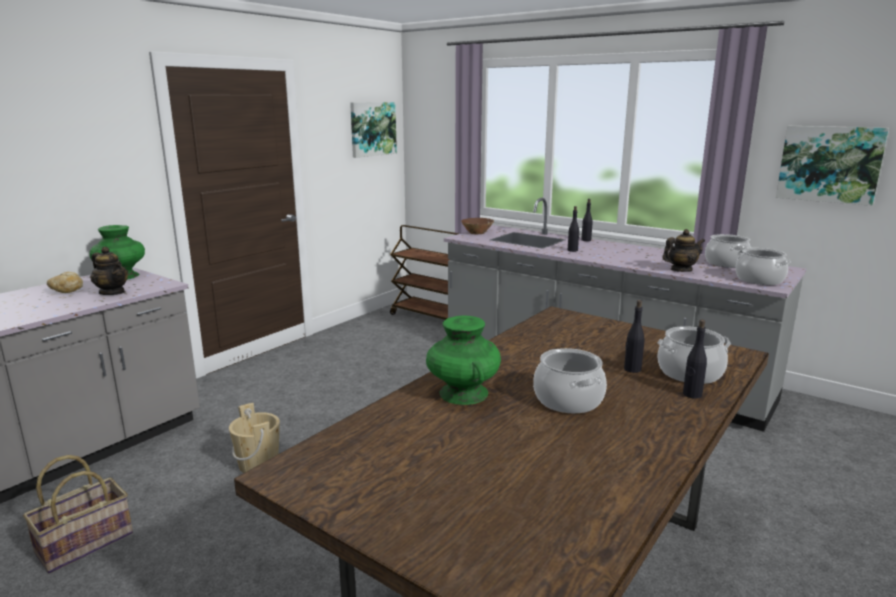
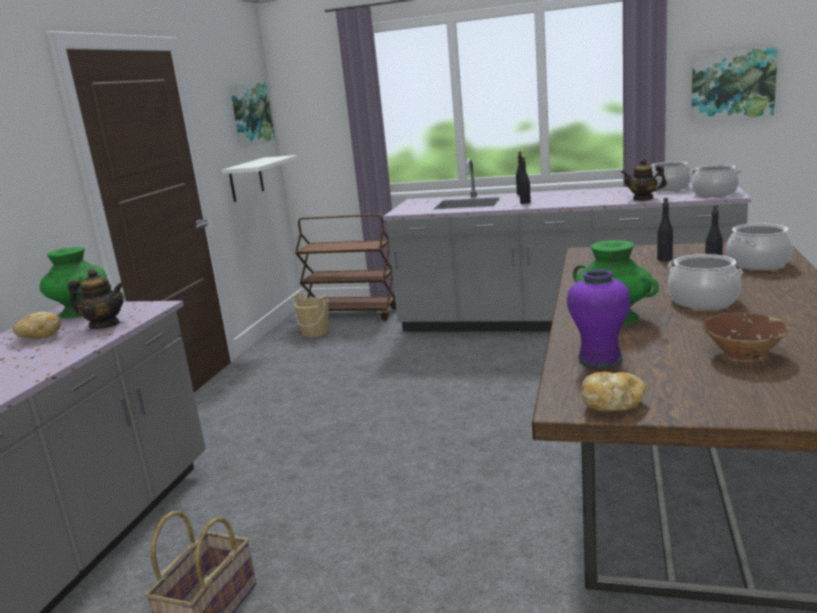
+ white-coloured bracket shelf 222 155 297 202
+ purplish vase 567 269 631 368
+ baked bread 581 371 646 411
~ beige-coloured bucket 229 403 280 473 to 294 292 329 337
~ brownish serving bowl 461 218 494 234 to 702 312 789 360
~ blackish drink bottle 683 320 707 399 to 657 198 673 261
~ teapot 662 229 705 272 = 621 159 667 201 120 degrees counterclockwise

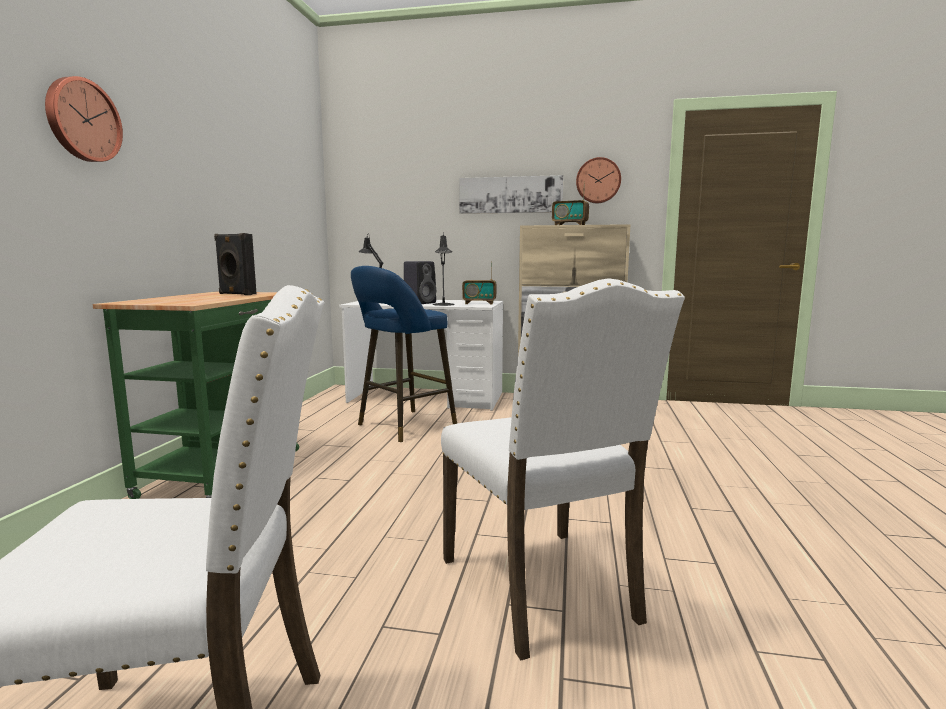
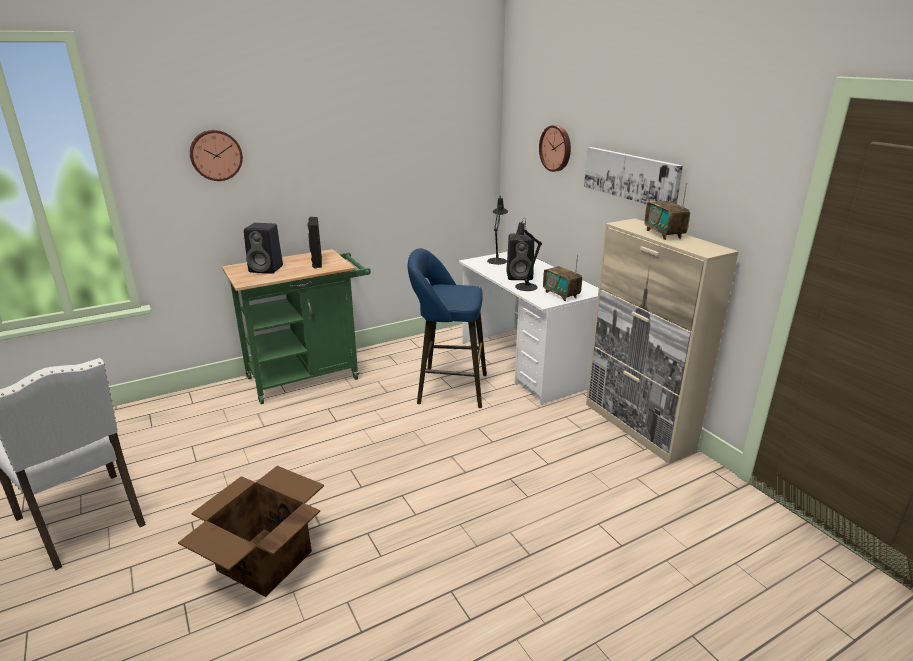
+ blackish loudspeaker 244 223 283 274
~ wall clock 576 157 621 203 to 539 125 571 172
~ white-coloured upright chair 441 278 685 661 to carton 178 466 324 597

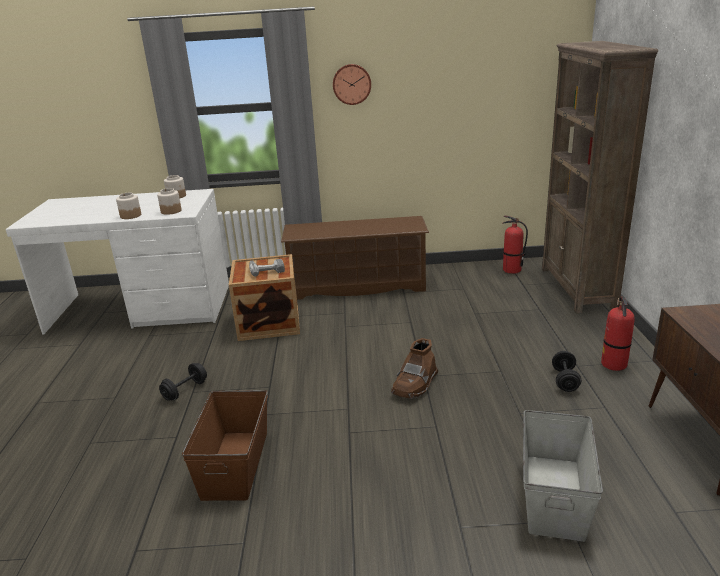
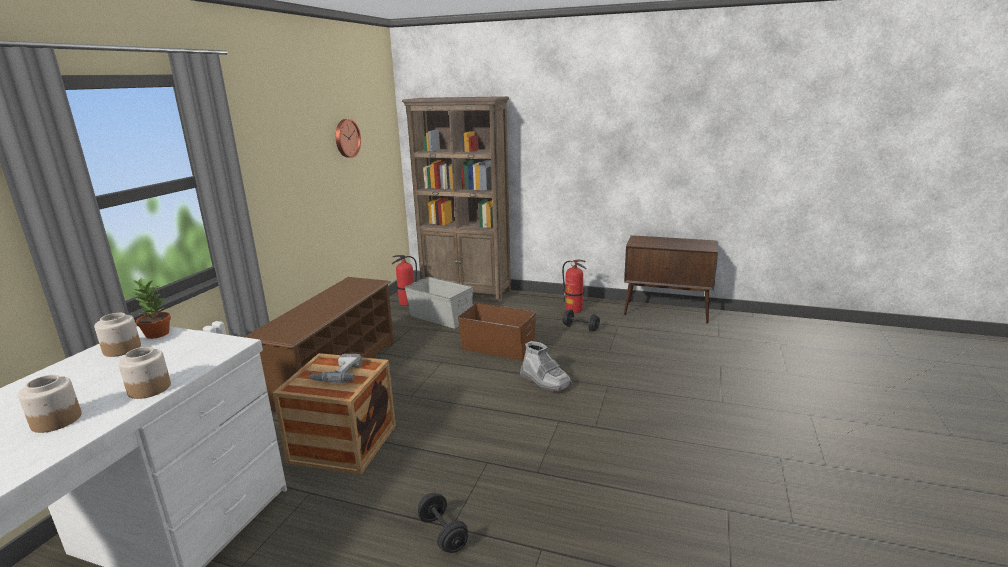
+ plant in a pot 131 278 171 339
~ preserve jar 157 188 182 215 to 18 375 82 433
~ brownish storage container 182 390 268 501 to 458 302 536 361
~ wall clock 333 64 371 105 to 336 119 361 158
~ greyish storage container 523 410 603 542 to 405 277 473 329
~ brownish high-top boot 391 338 438 399 to greyish high-top boot 520 341 572 391

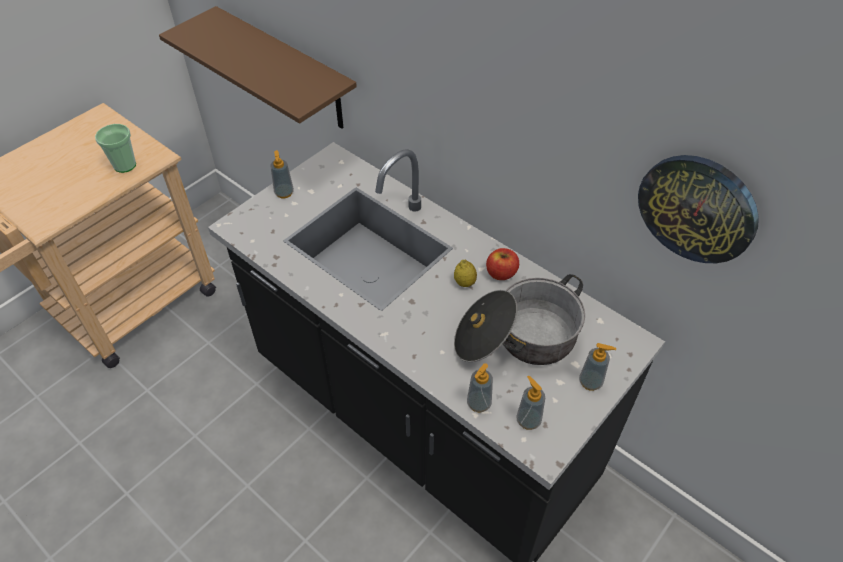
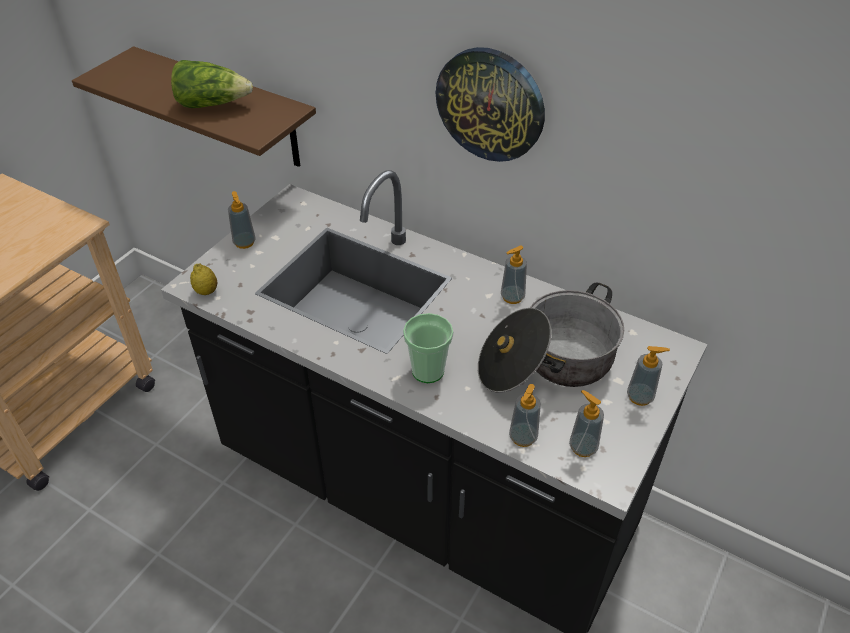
+ lettuce 171 60 253 108
~ cup 95 124 136 173 to 403 313 453 383
~ whole lemon 454 260 477 287 to 190 263 218 295
~ wall clock 638 155 759 263 to 436 47 545 162
~ apple fruit 486 248 519 280 to soap dispenser 501 246 527 304

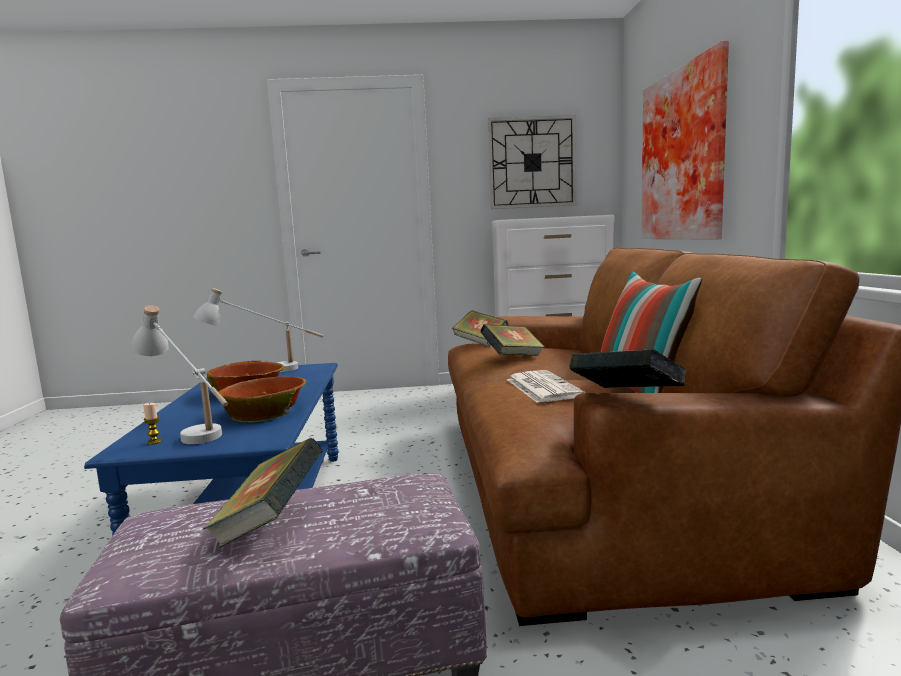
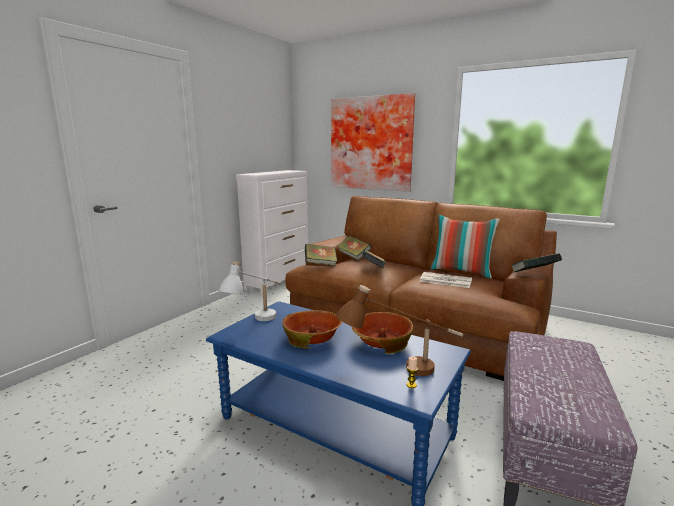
- wall clock 488 115 576 209
~ bound book 203 438 323 548 to 337 236 371 260
~ white-coloured table lamp 131 305 228 444 to brownish table lamp 336 285 463 376

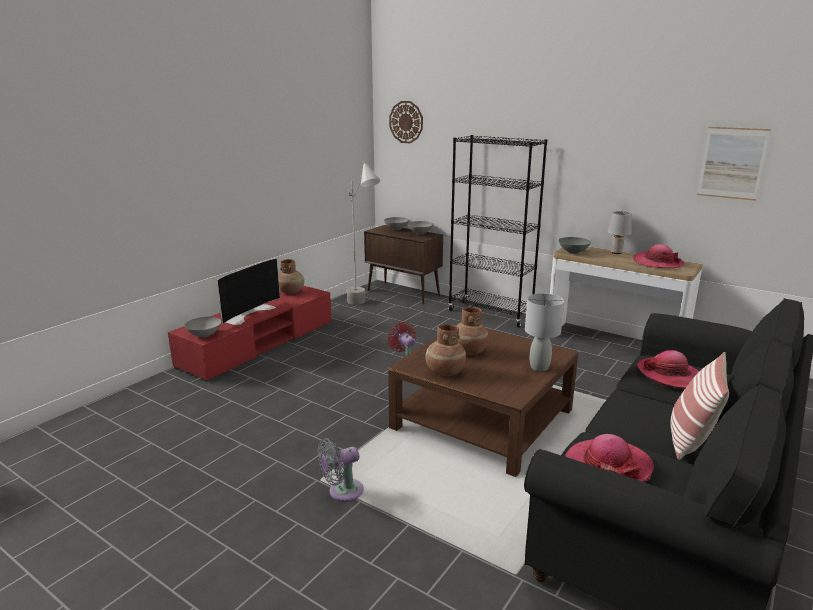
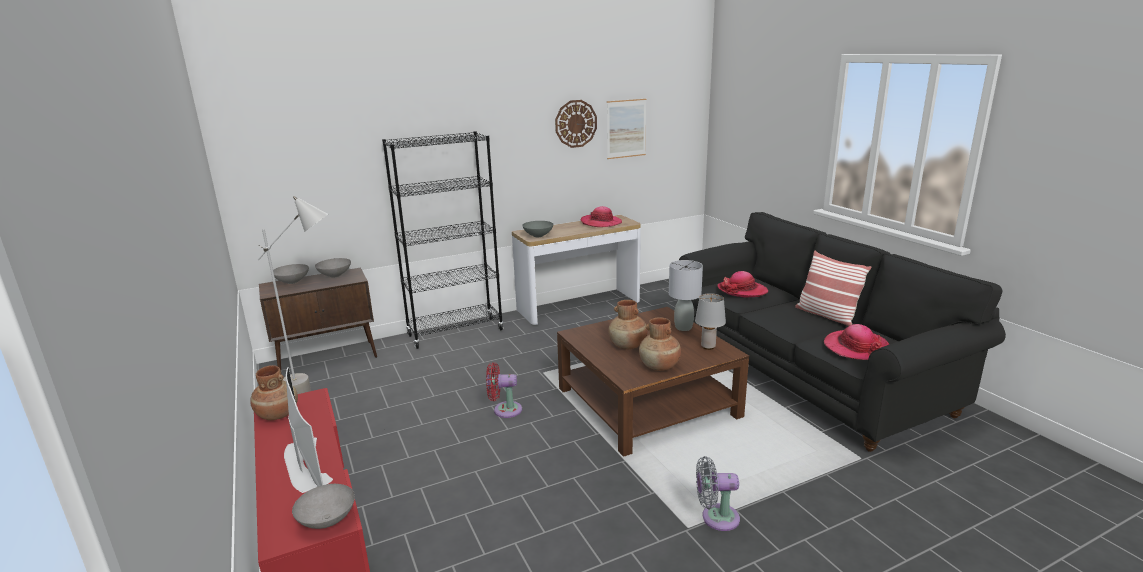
~ wall clock 389 101 423 143 to 555 100 597 148
~ greyish table lamp 608 211 632 254 to 695 293 726 350
~ greyish electric fan 318 438 364 502 = 696 456 740 531 90 degrees clockwise

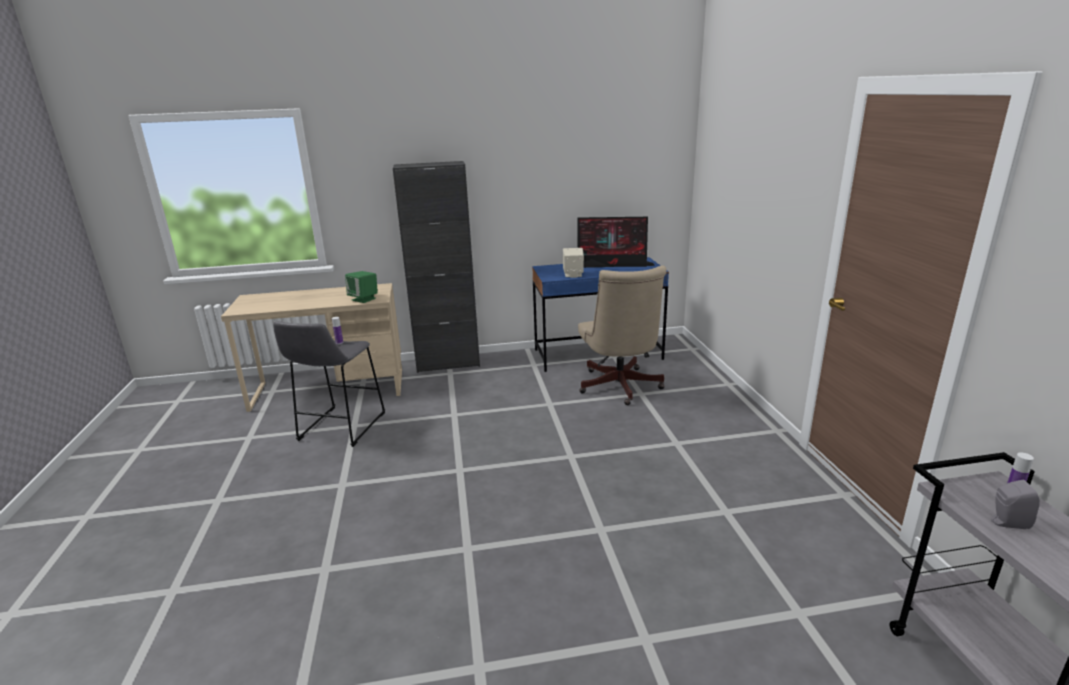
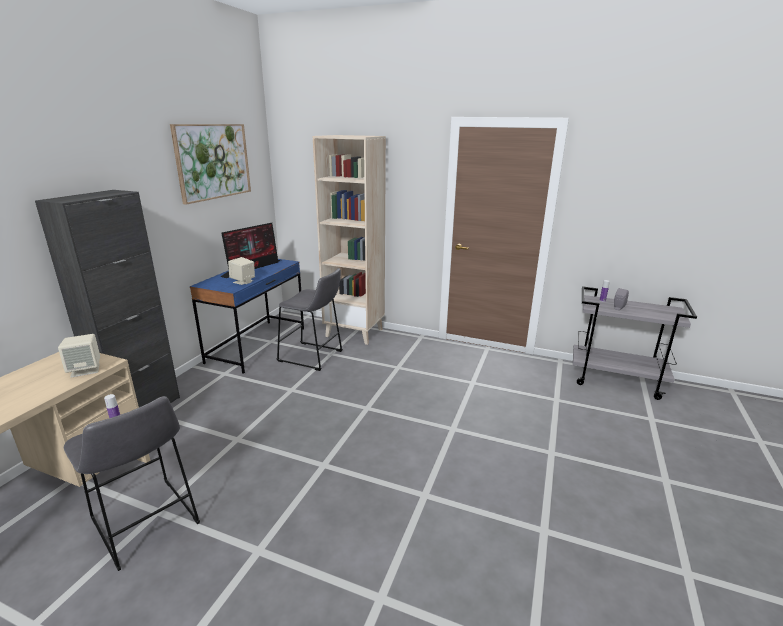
+ wall art 170 124 251 205
+ beige-coloured bookshelf 313 135 386 345
~ beige-coloured desk chair 578 266 666 405 to greyish stool 277 268 343 371
~ green-coloured loudspeaker 345 271 378 303 to beige-coloured loudspeaker 58 334 100 378

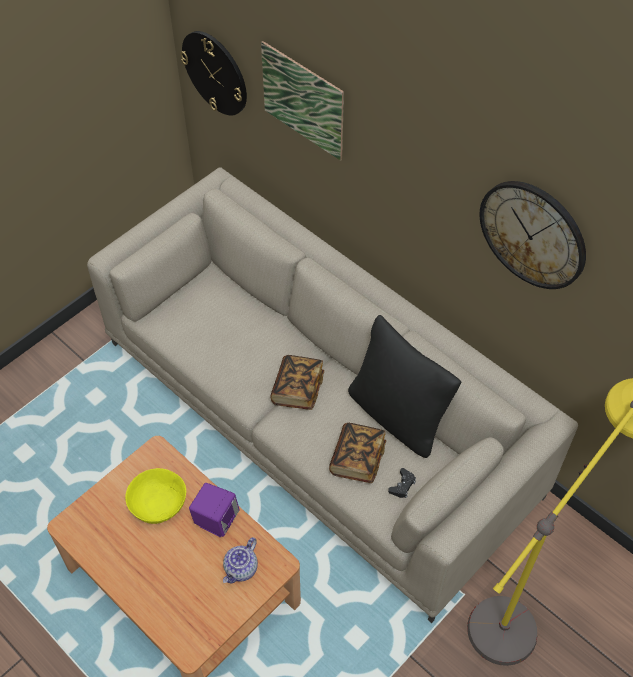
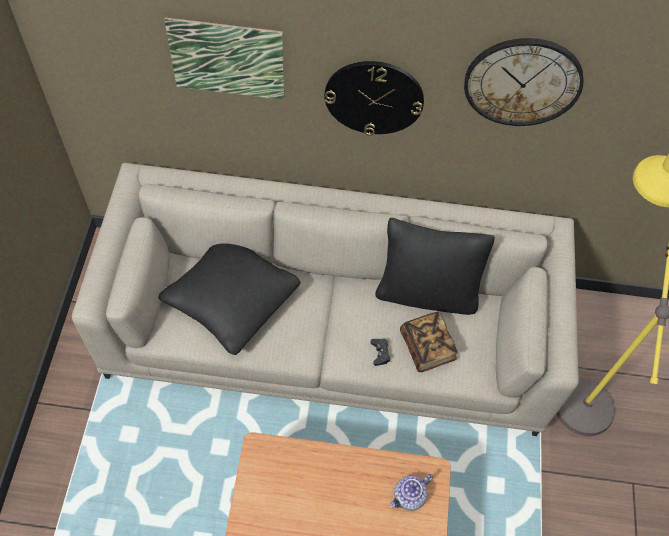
- yellow-coloured serving bowl 125 468 186 524
- purplish loudspeaker 189 483 239 537
- bound book 270 355 324 410
+ blackish pillow 159 243 301 355
~ wall clock 180 31 247 116 to 324 61 424 136
~ blackish joypad 388 468 416 498 to 370 339 391 366
~ teapot 223 537 258 584 = 389 474 433 511 60 degrees clockwise

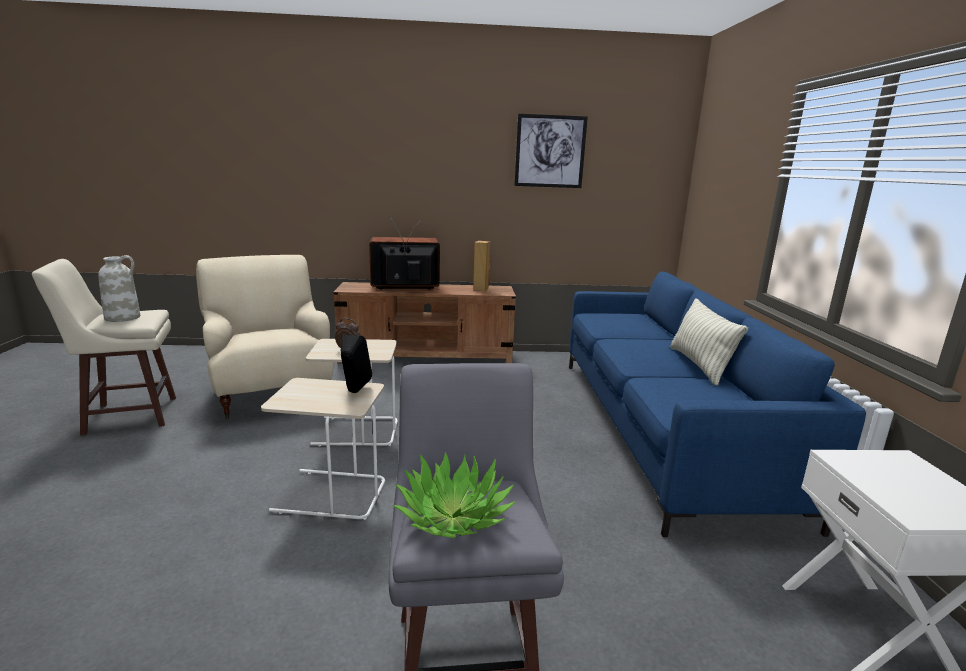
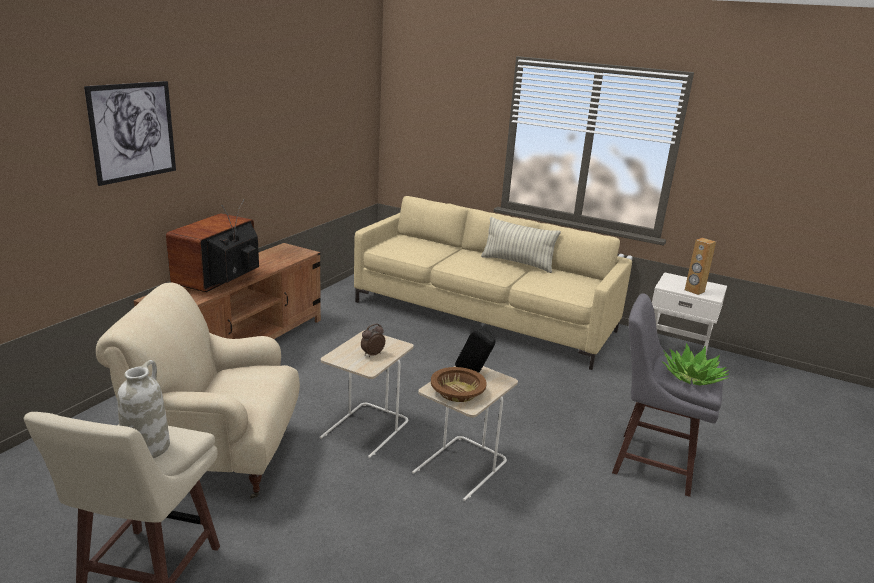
+ brownish serving bowl 431 367 487 402
~ brownish loudspeaker 473 241 490 291 to 685 238 716 295
~ wall art 514 114 588 188 to 84 81 176 186
~ bluish couch 569 272 866 537 to beige-coloured couch 354 196 632 370

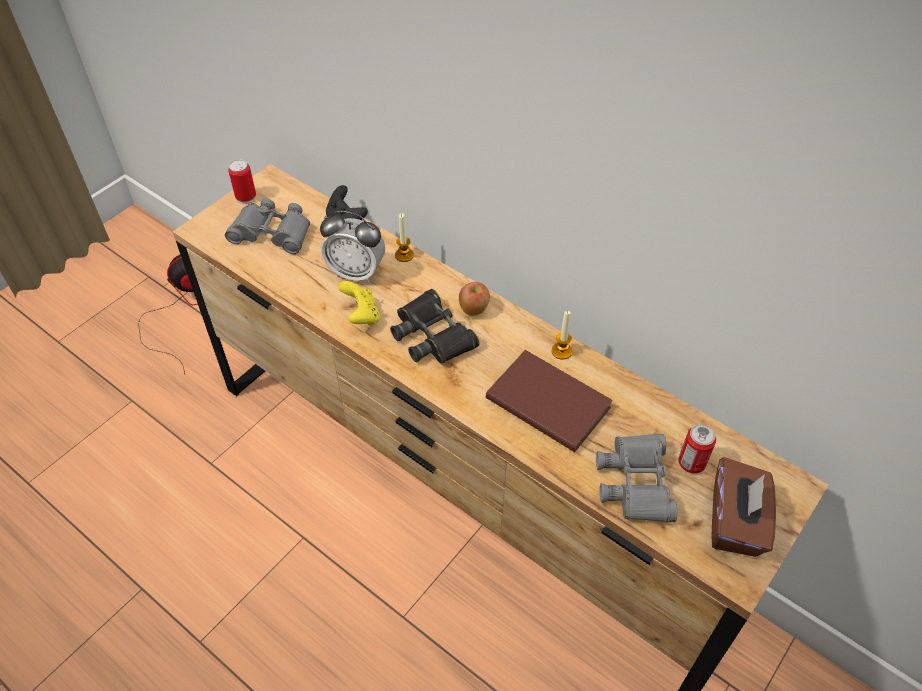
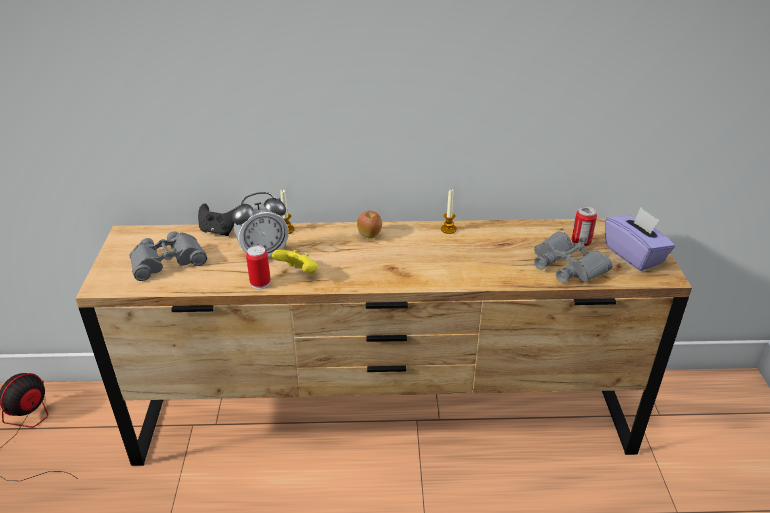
- blackish pair of binoculars 390 289 479 364
- brownish bound book 486 350 613 452
~ can 228 160 256 204 to 246 245 271 289
~ brownish tissue box 711 457 776 557 to purplish tissue box 605 207 675 271

